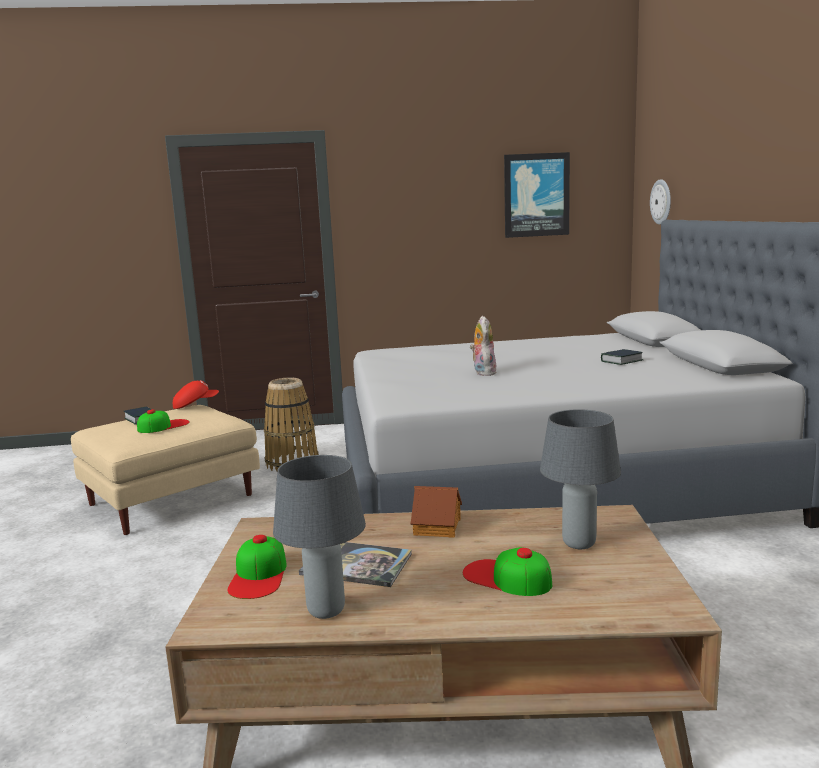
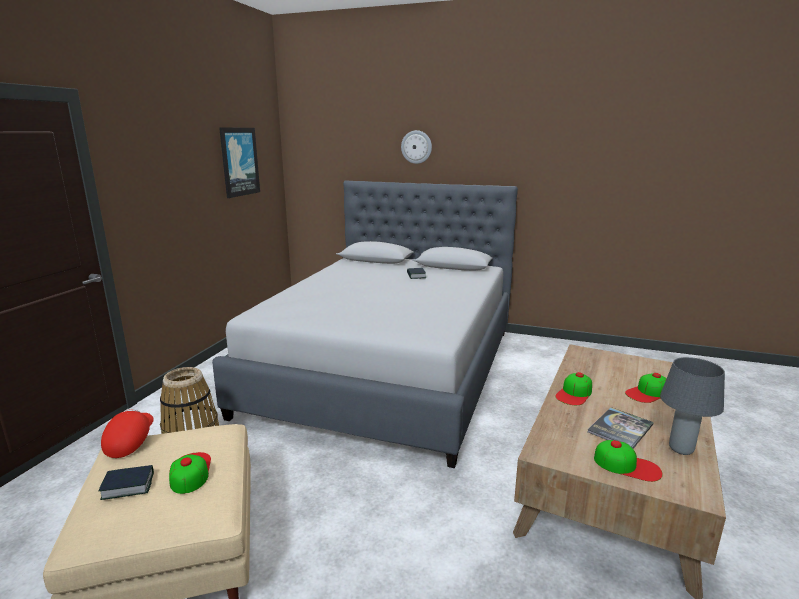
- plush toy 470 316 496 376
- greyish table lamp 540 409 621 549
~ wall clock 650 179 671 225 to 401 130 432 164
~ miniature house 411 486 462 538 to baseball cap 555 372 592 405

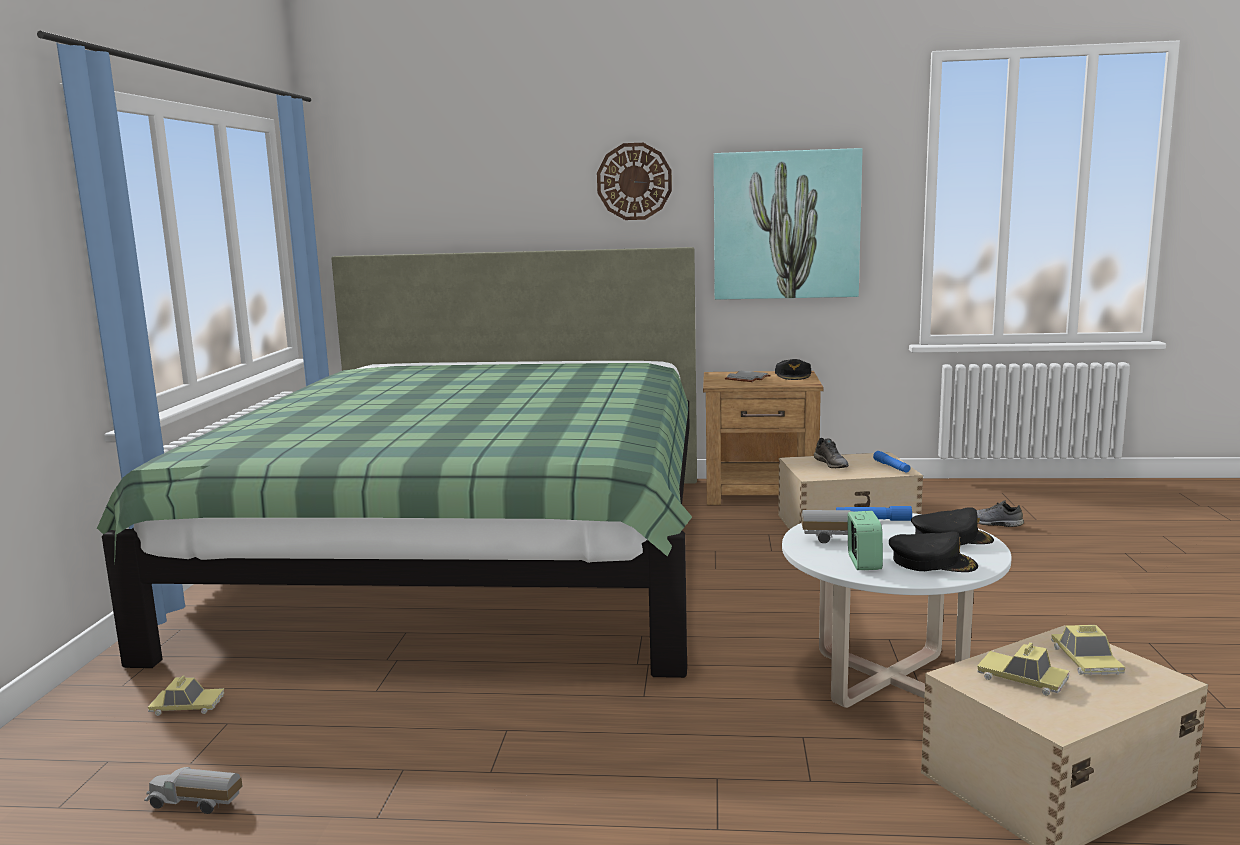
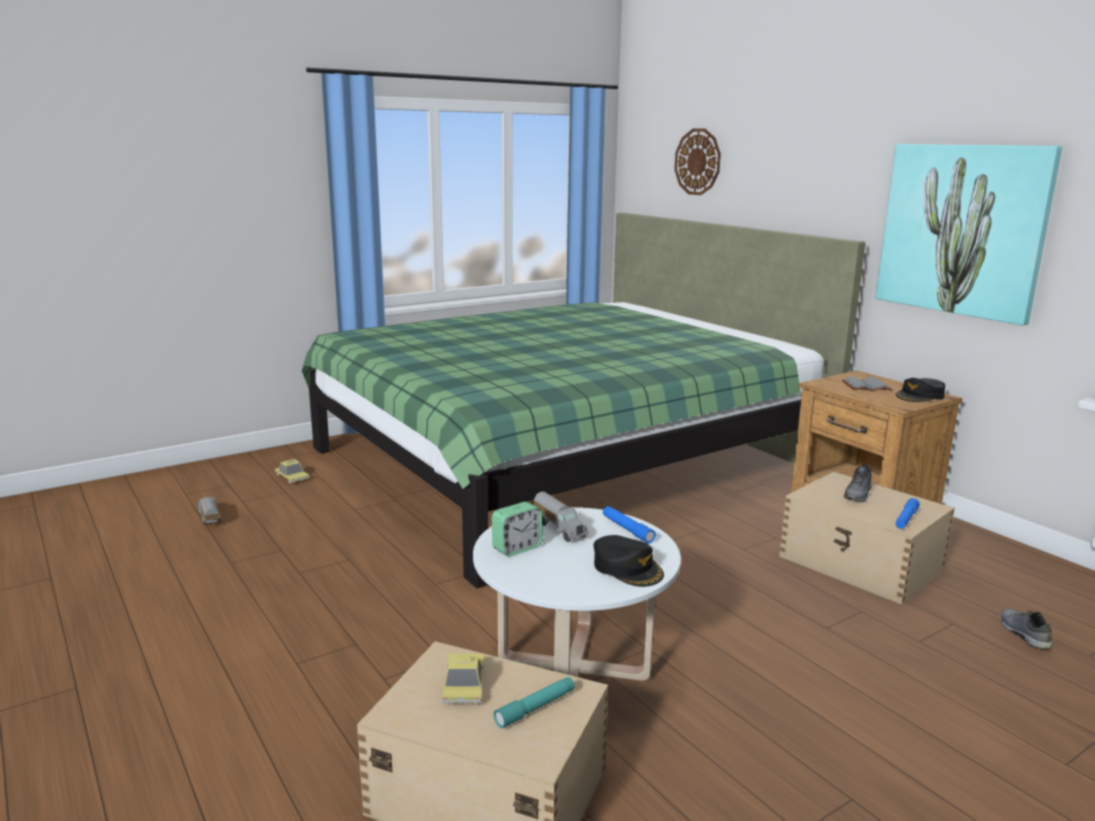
- blackish baseball cap 889 531 978 572
~ wall clock 597 143 672 220 to 674 129 721 195
~ miniature car 1051 625 1126 675 to blue-green torch 493 677 575 728

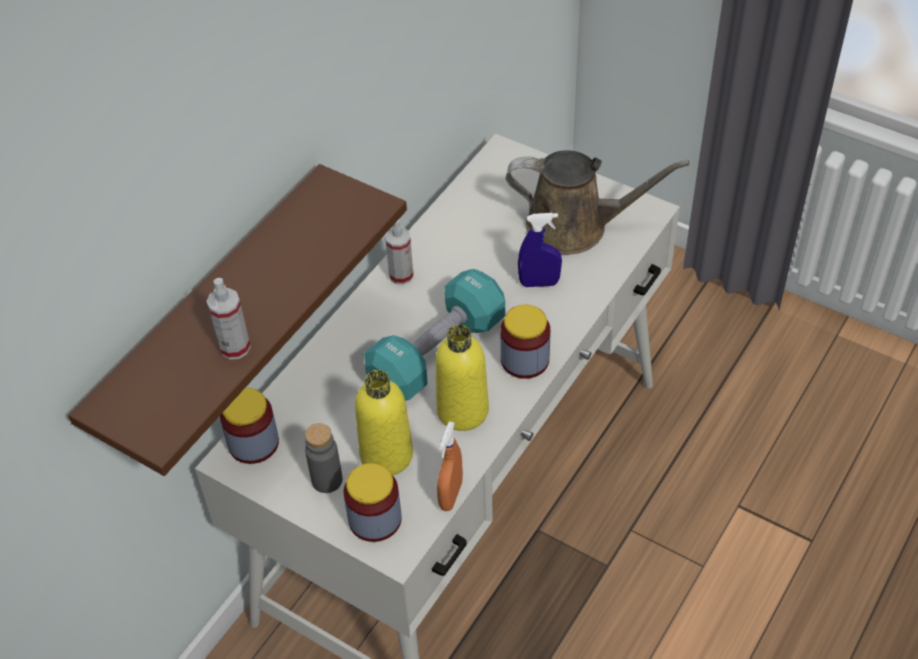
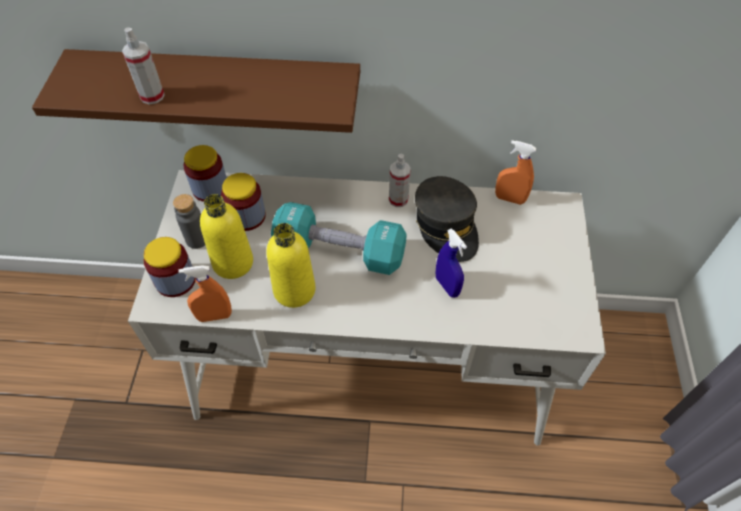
- brownish watering can 506 150 689 255
+ greyish baseball cap 415 176 479 262
+ orangey hand sprayer 495 140 536 205
~ preserve jar 500 305 550 379 to 221 173 266 231

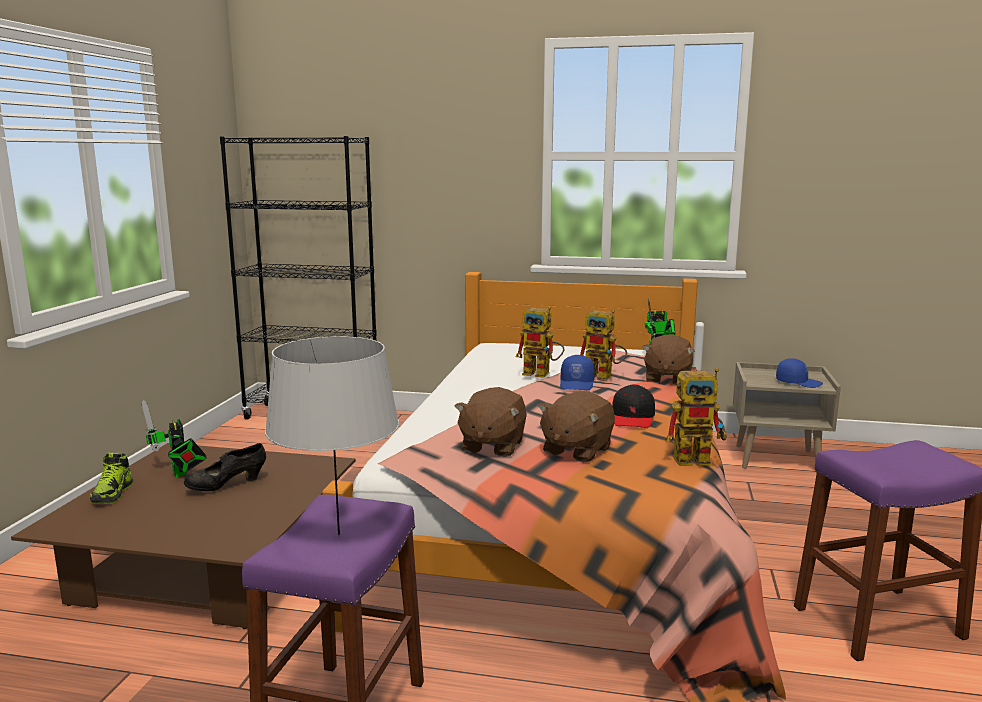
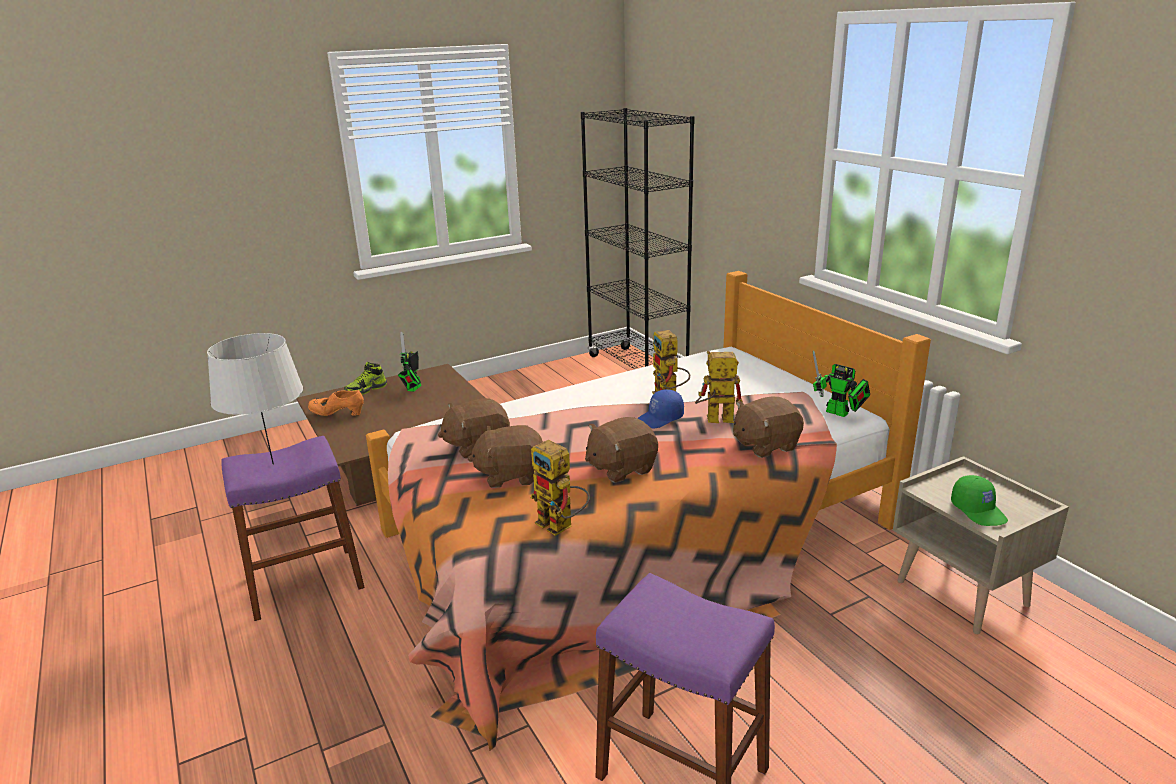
- blackish item of footwear 184 443 266 491
+ orangey item of footwear 308 390 364 416
~ blackish baseball cap 612 384 655 428 to brownish plush toy 585 417 658 483
~ bluish baseball cap 776 358 823 388 to green-coloured baseball cap 951 475 1008 526
~ model robot 580 310 627 381 = 695 351 743 423 105 degrees clockwise

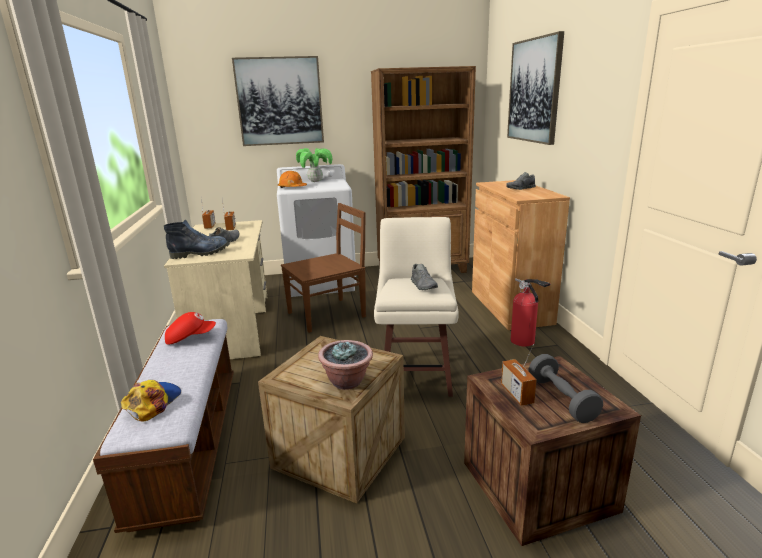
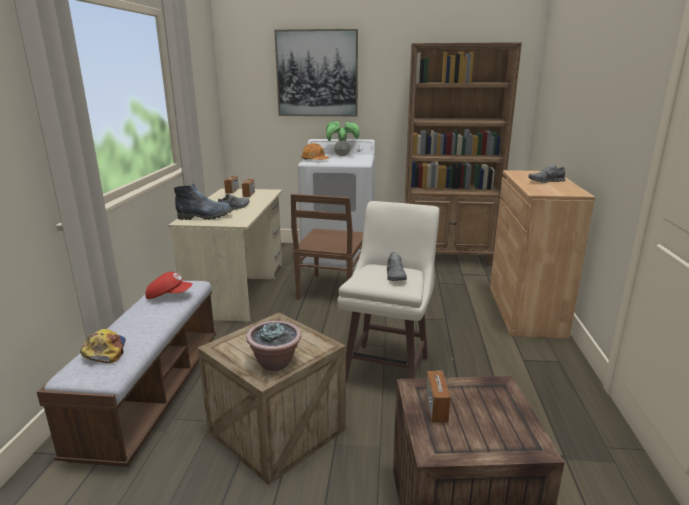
- wall art 507 31 564 145
- extinguisher 511 278 550 346
- greyish free weight 529 354 603 423
~ baseball cap 121 380 181 422 = 80 329 126 363 45 degrees counterclockwise
~ brownish upright chair 281 203 366 333 = 291 194 363 300 120 degrees clockwise

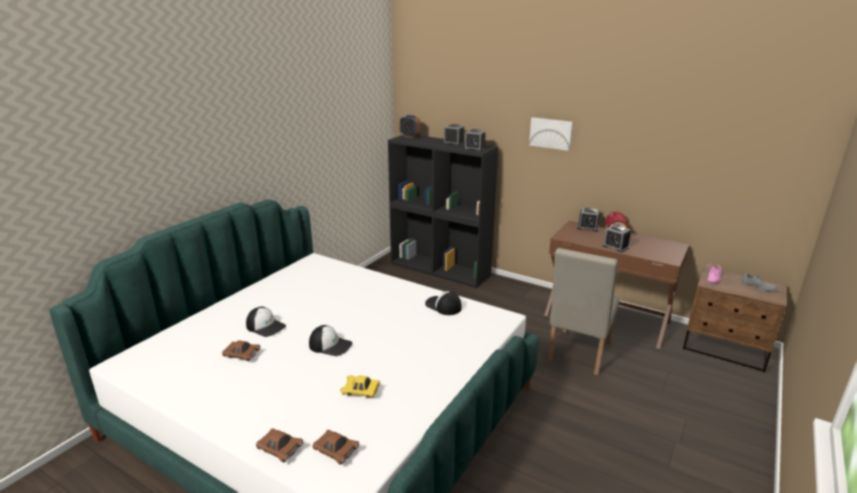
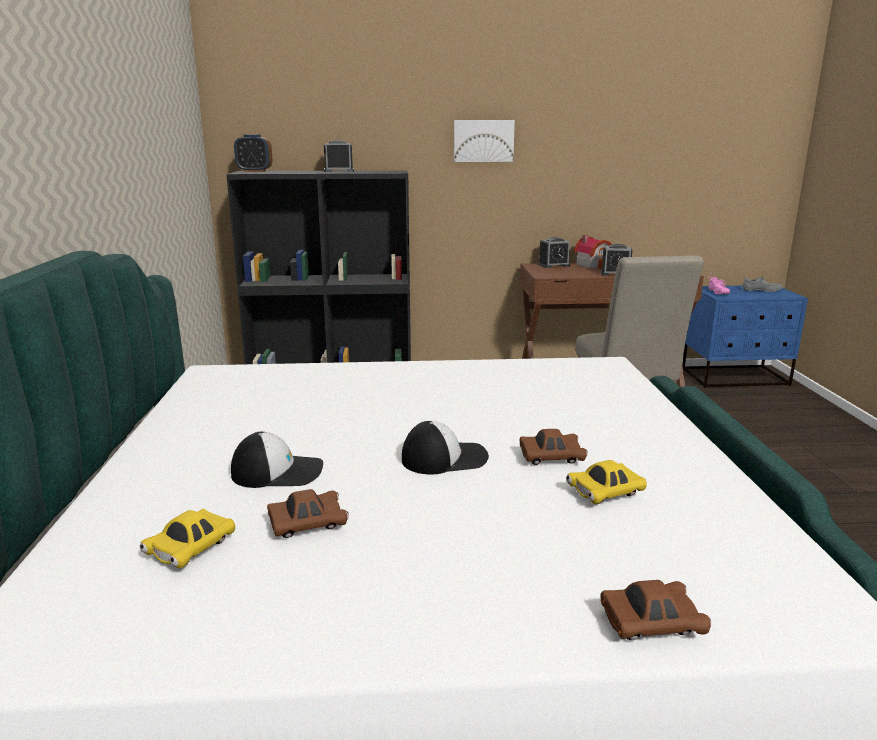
- baseball cap 425 291 462 315
- table clock 464 129 486 151
+ yellow-coloured miniature car 140 509 235 569
~ brownish miniature car 313 430 359 465 to 520 429 588 465
~ brownish nightstand 683 267 787 372 to bluish nightstand 682 286 808 388

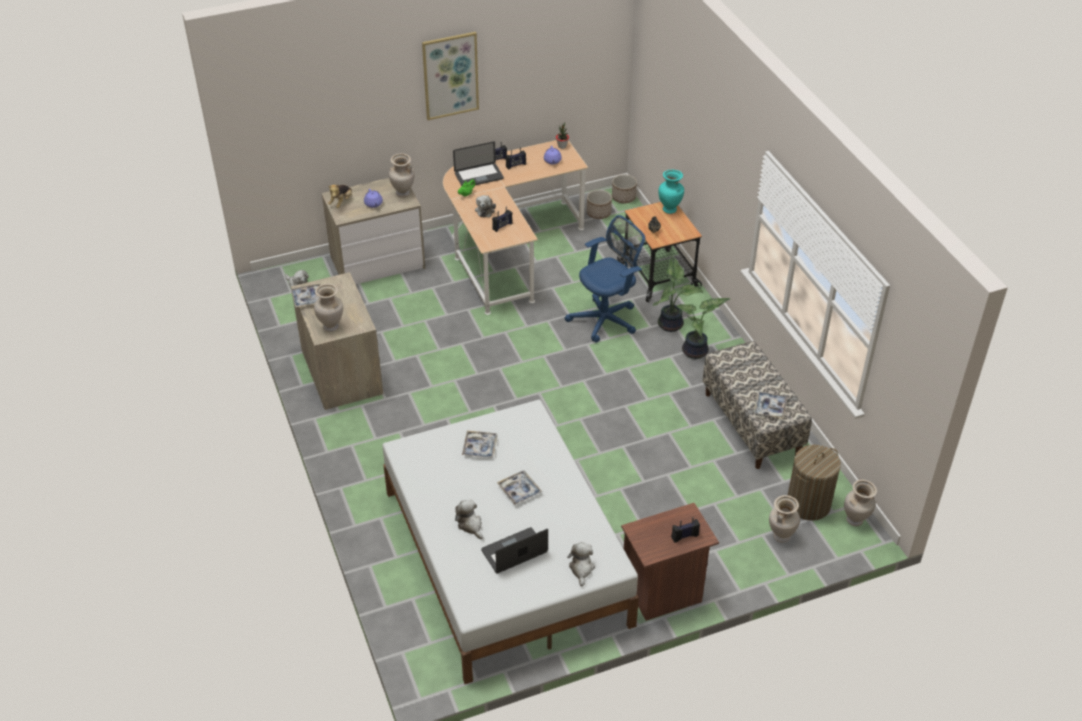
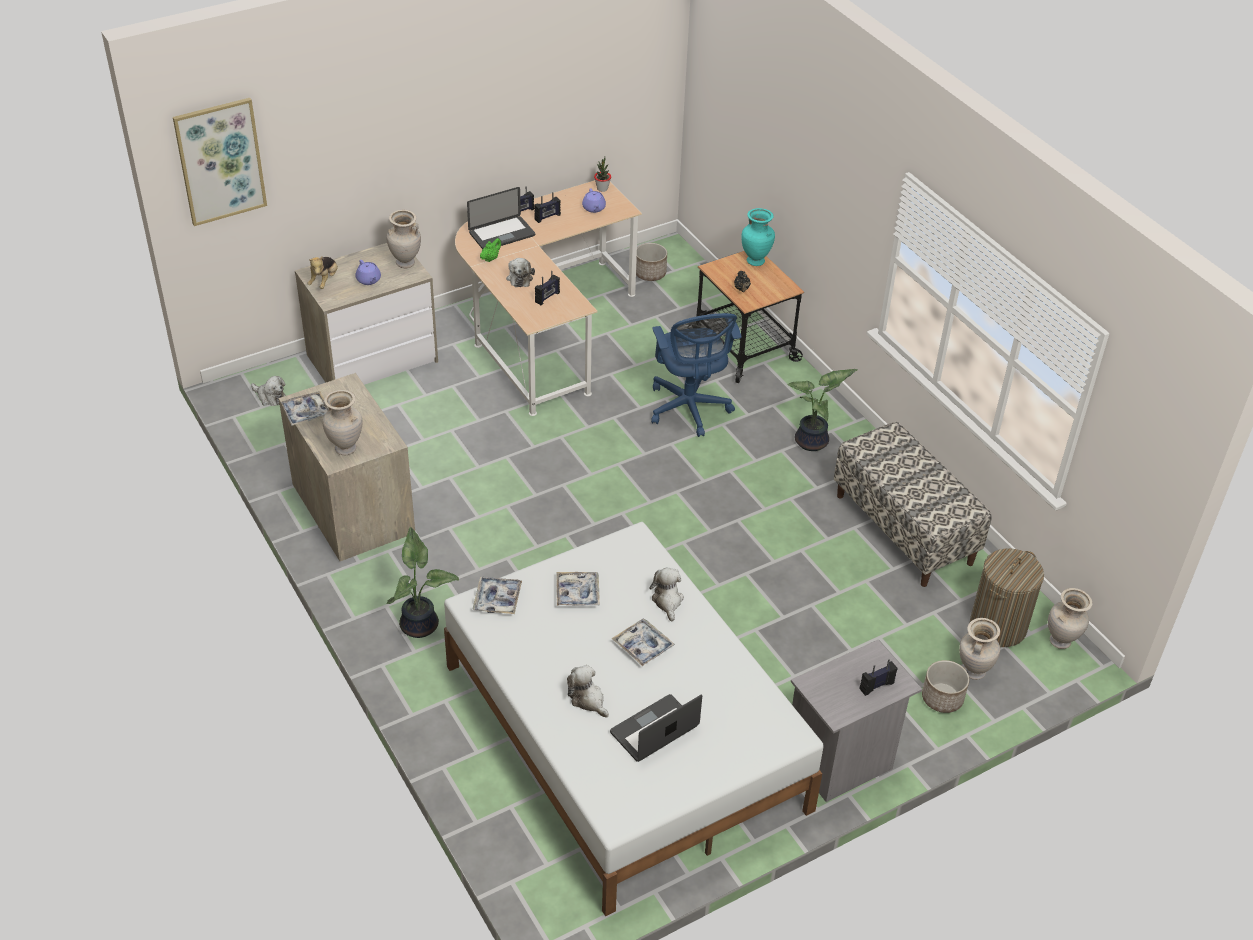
~ wall art 422 32 479 120 to 173 98 267 226
~ plush toy 567 542 595 587 to 650 567 684 621
~ flower pot 612 175 637 203 to 922 660 969 713
~ plant in a pot 653 257 703 332 to 387 527 459 638
~ carrying tray 754 391 788 419 to 473 576 522 614
~ brownish nightstand 621 503 719 621 to greyish nightstand 791 640 922 802
~ bluish desk chair 565 215 645 342 = 651 313 742 437 120 degrees clockwise

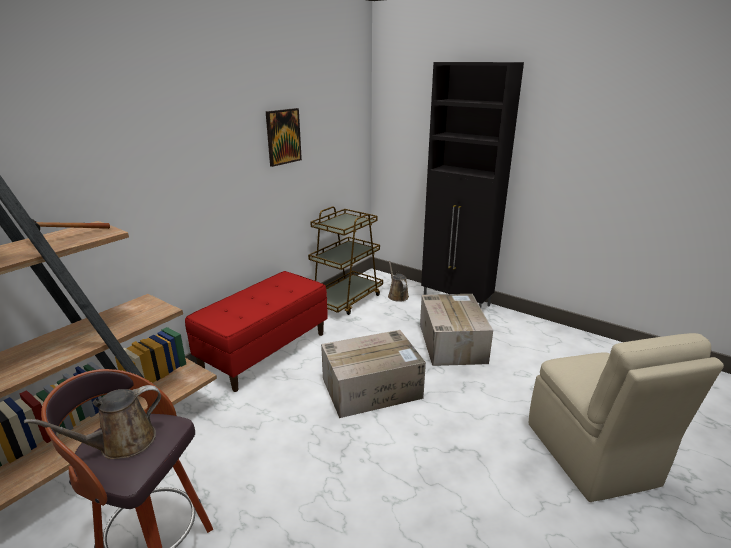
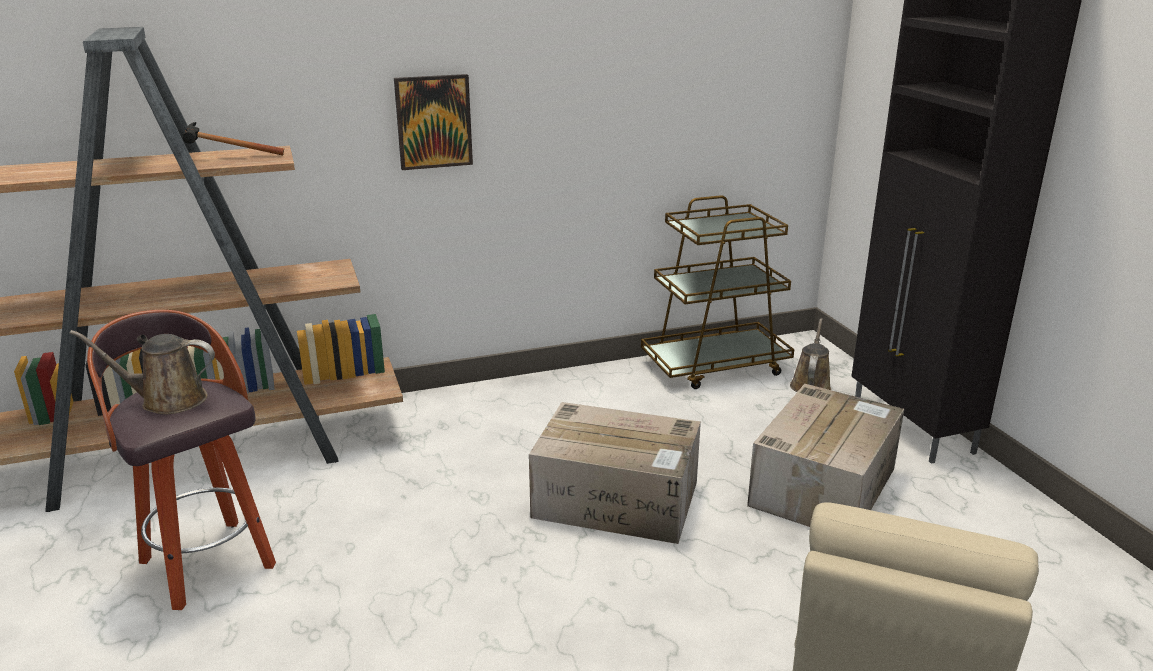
- red bench 185 271 328 392
~ wall art 266 108 302 167 to 394 74 473 170

